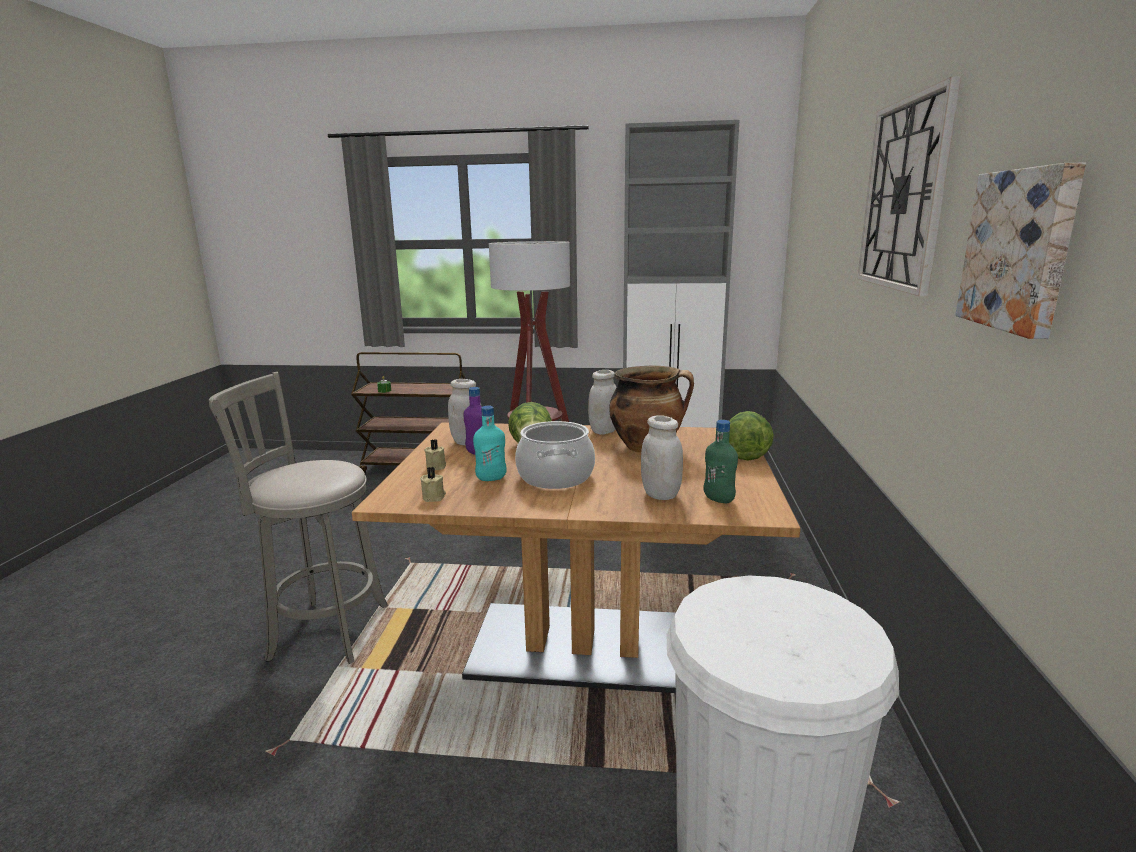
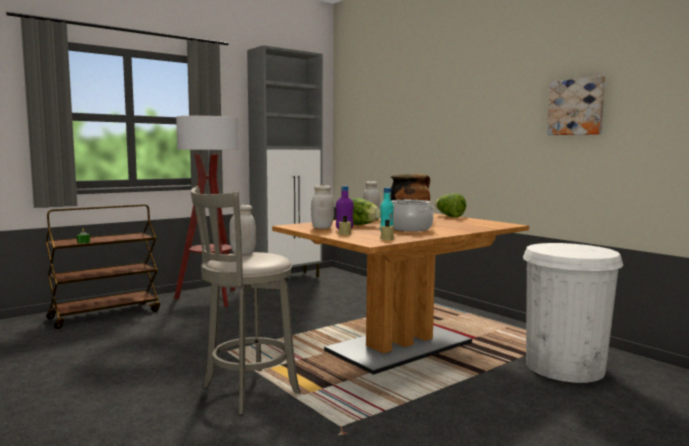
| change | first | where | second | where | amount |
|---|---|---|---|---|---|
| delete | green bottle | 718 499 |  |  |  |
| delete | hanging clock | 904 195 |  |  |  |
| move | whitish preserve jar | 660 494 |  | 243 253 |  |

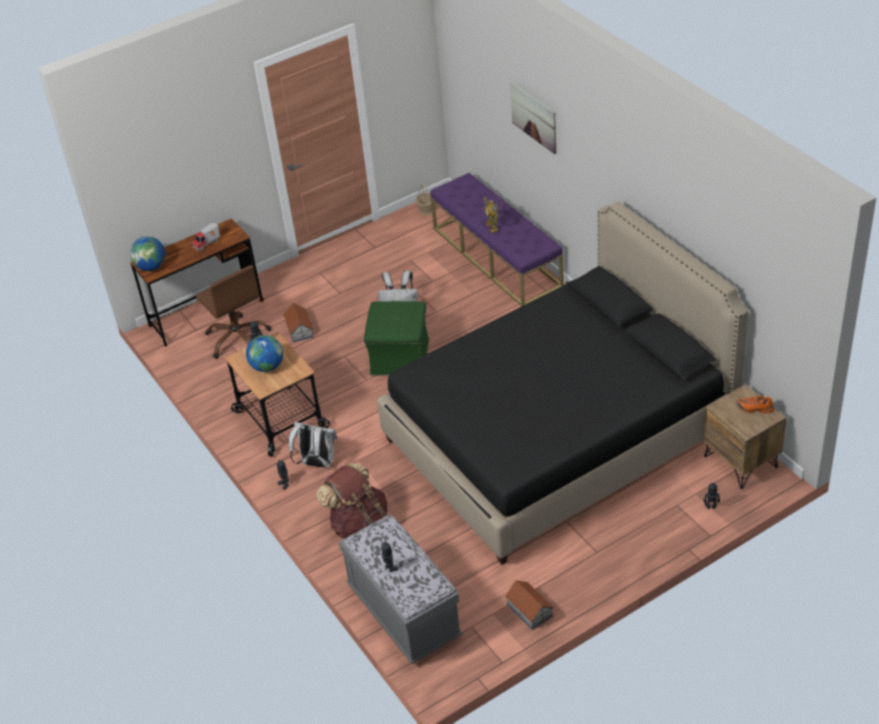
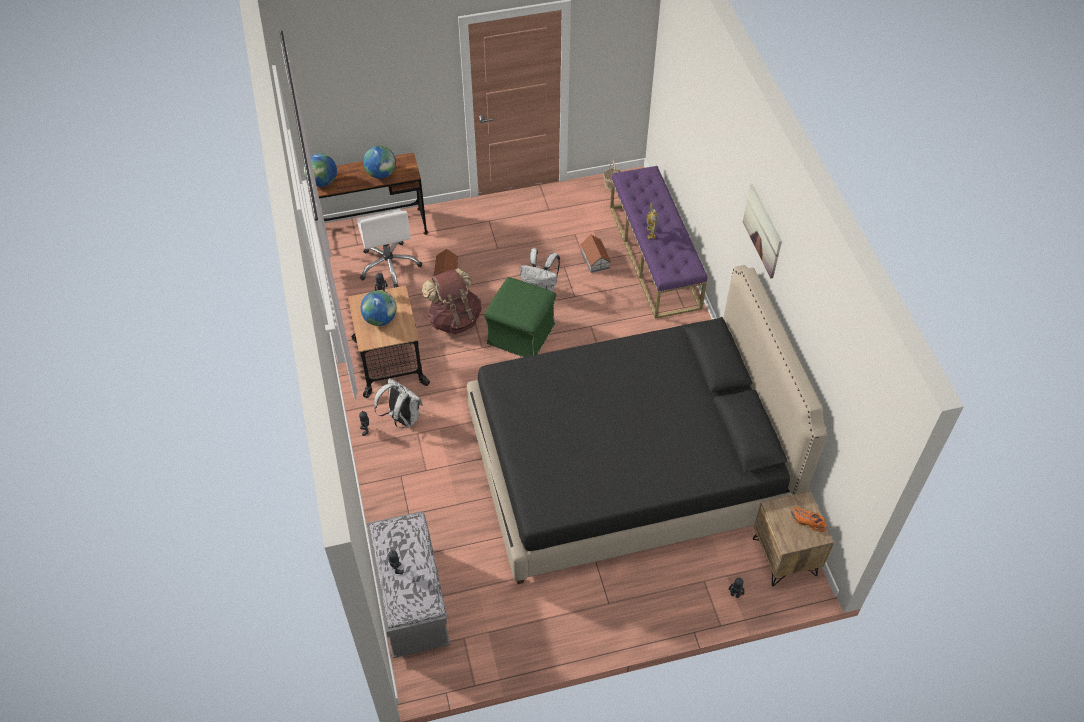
| change | first | where | second | where | amount |
|---|---|---|---|---|---|
| move | brown-coloured backpack | 358 523 |  | 454 319 |  |
| move | model house | 529 609 |  | 595 259 |  |
| move | wall picture | 534 117 |  | 762 231 |  |
| replace | toy truck | 208 244 | globe | 381 174 |  |
| recolor | brown-coloured office chair | 238 338 | whitish office chair | 389 265 |  |

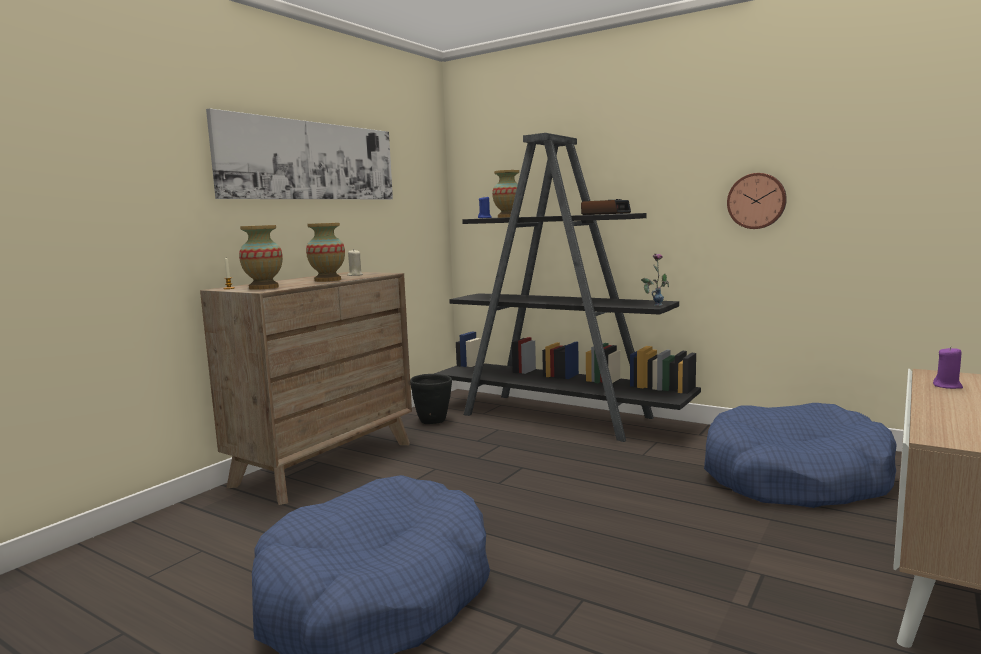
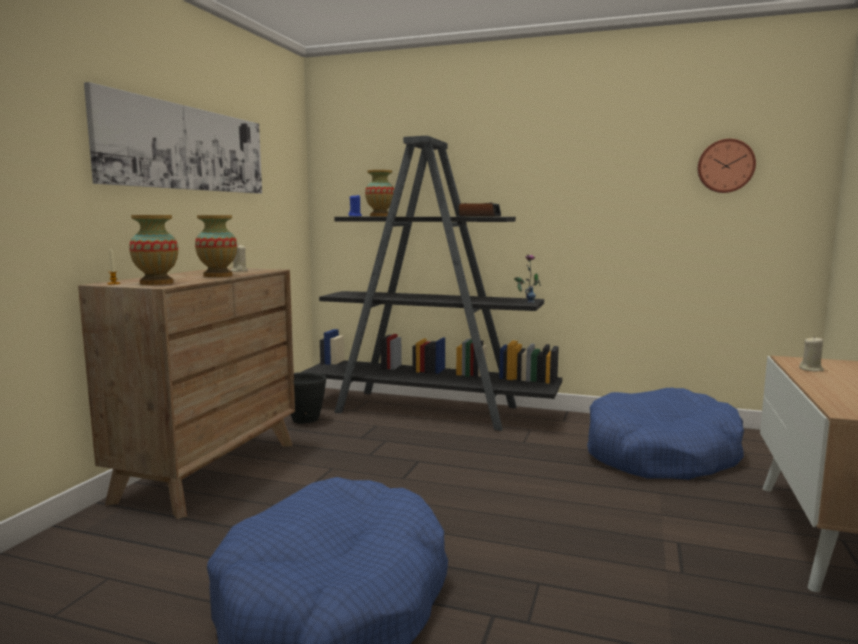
| change | first | where | second | where | amount |
|---|---|---|---|---|---|
| move | hanging clock | 756 201 |  | 725 166 |  |
| recolor | purple-coloured wax light | 947 386 | sand-coloured wax light | 811 369 |  |

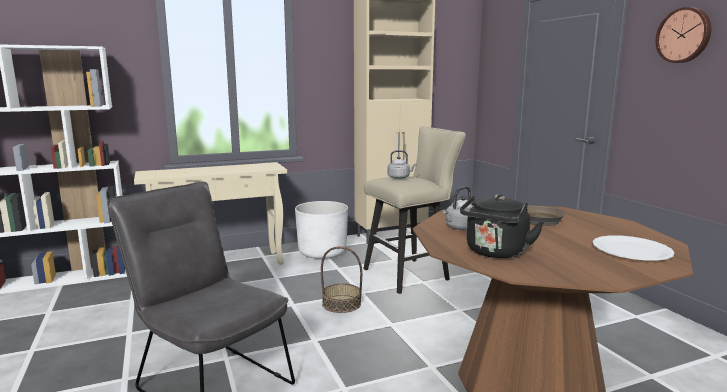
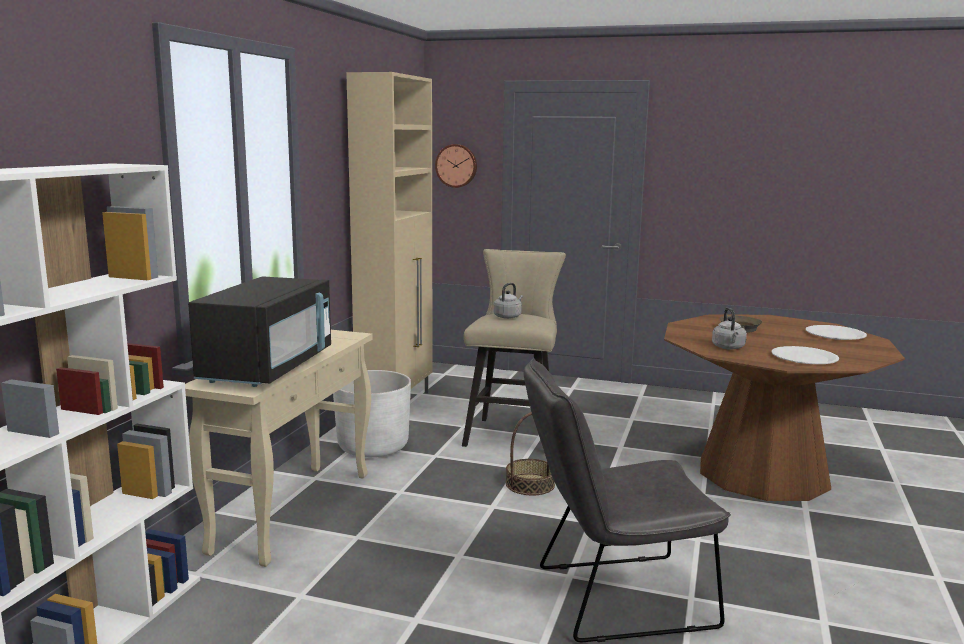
| change | first | where | second | where | amount |
|---|---|---|---|---|---|
| insert |  |  | black kitchen microwave | 268 368 |  |
| move | hanging clock | 684 35 |  | 456 165 |  |
| replace | black kettle | 495 253 | whitish plate | 804 358 |  |

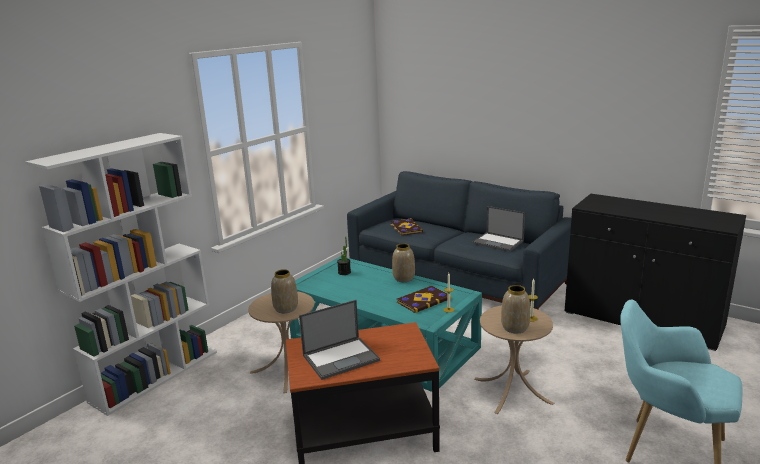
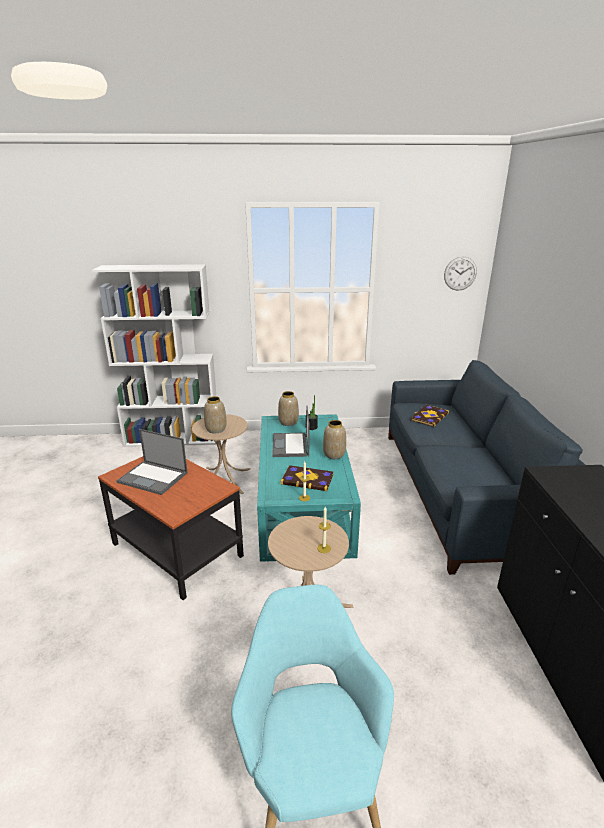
| change | first | where | second | where | amount |
|---|---|---|---|---|---|
| insert |  |  | hanging clock | 460 273 |  |
| move | portable computer | 498 242 |  | 291 445 |  |
| move | vase | 514 328 |  | 288 422 |  |

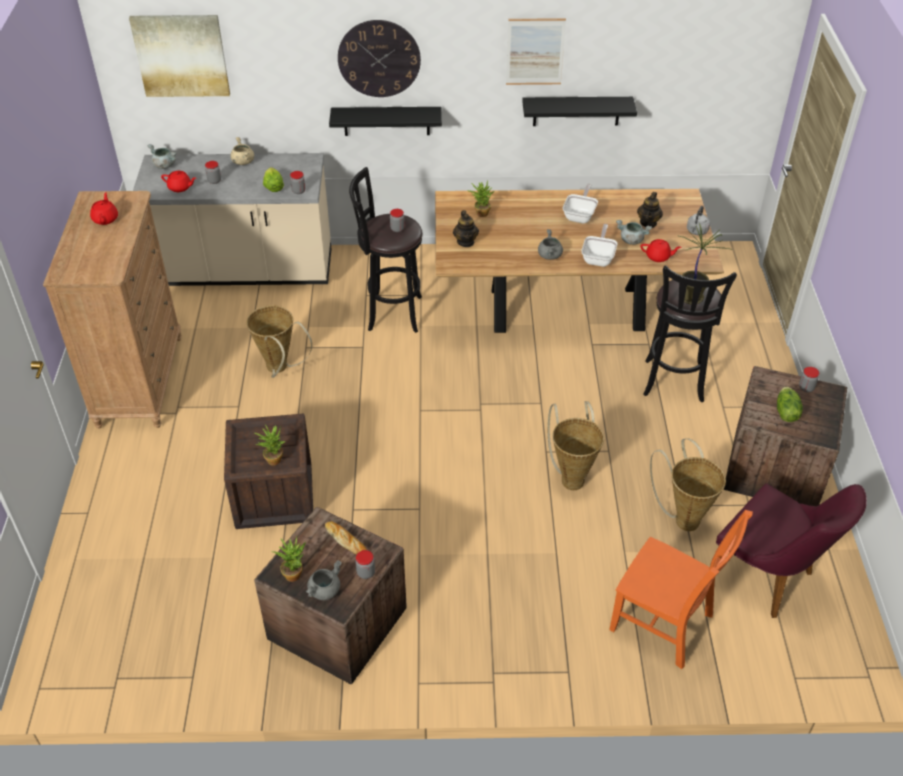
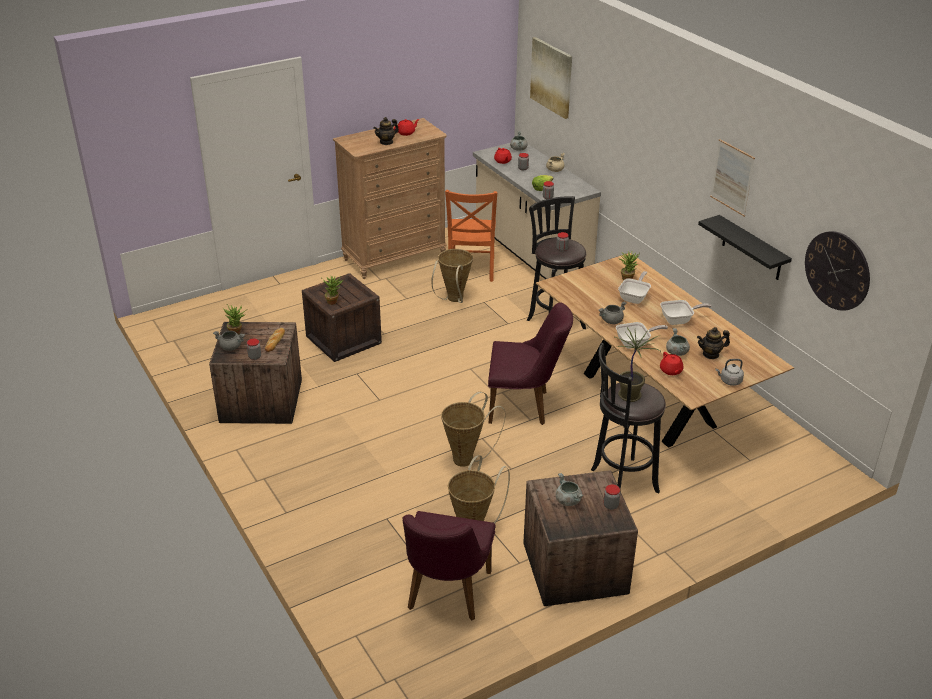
| change | first | where | second | where | amount |
|---|---|---|---|---|---|
| delete | black wall shelf | 386 121 |  |  |  |
| insert |  |  | purple-coloured chair | 525 406 |  |
| insert |  |  | pan | 634 297 |  |
| move | hanging clock | 379 58 |  | 837 270 |  |
| move | tea pot | 466 242 |  | 386 142 |  |
| move | orange chair | 665 625 |  | 471 270 |  |
| replace | lettuce | 785 412 | greyish saucepot | 568 500 |  |

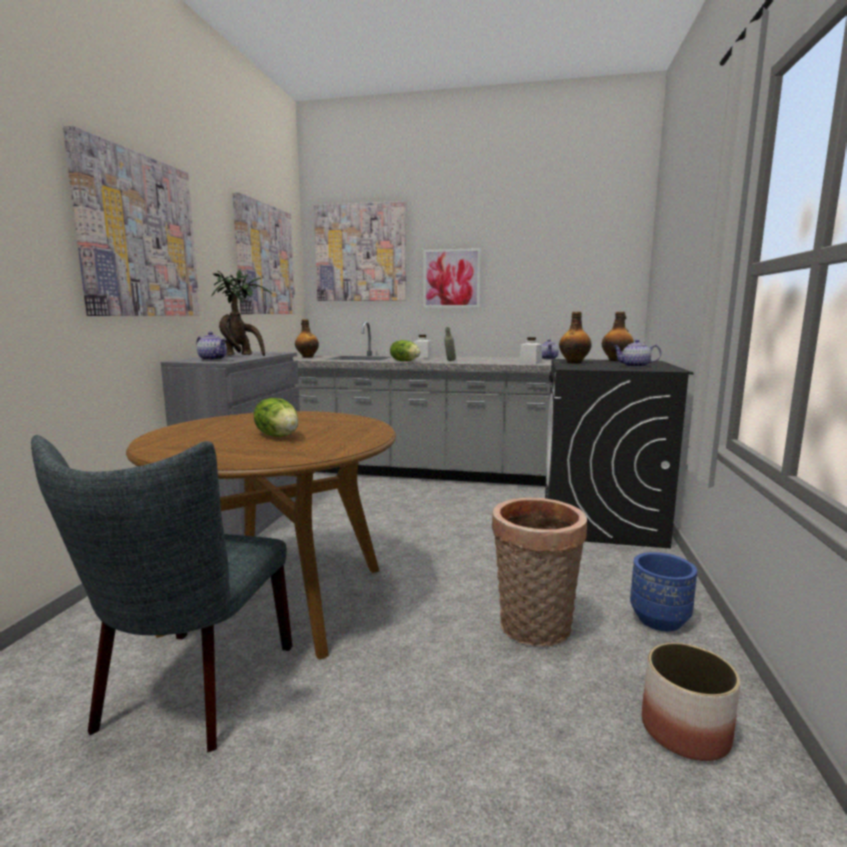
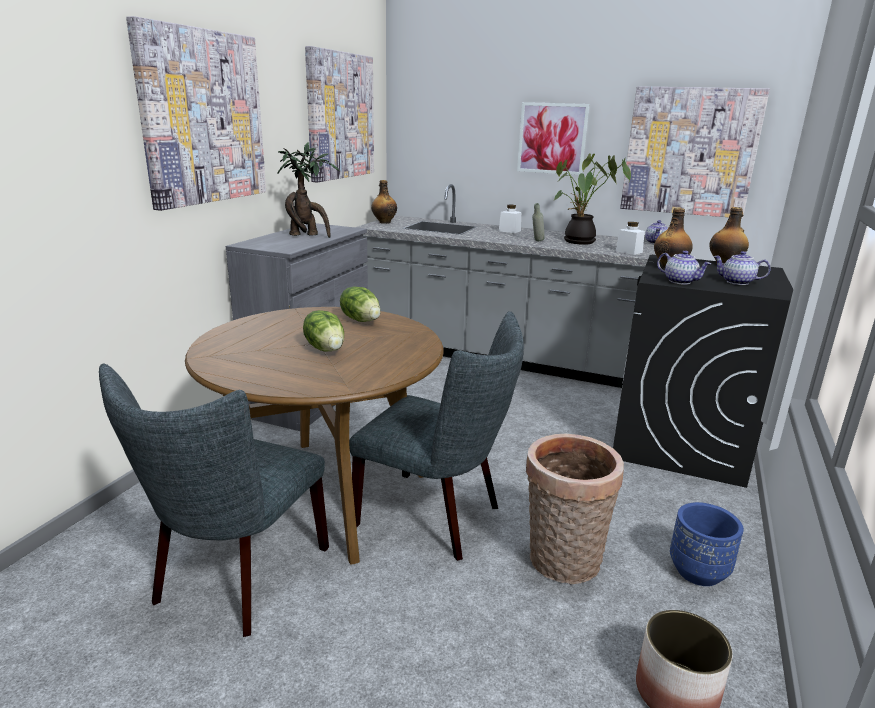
| change | first | where | second | where | amount |
|---|---|---|---|---|---|
| insert |  |  | greyish chair | 437 517 |  |
| insert |  |  | plant in a pot | 580 242 |  |
| move | tea pot | 213 359 |  | 680 281 |  |
| move | wall picture | 361 253 |  | 690 152 |  |
| move | lettuce | 405 361 |  | 361 320 |  |

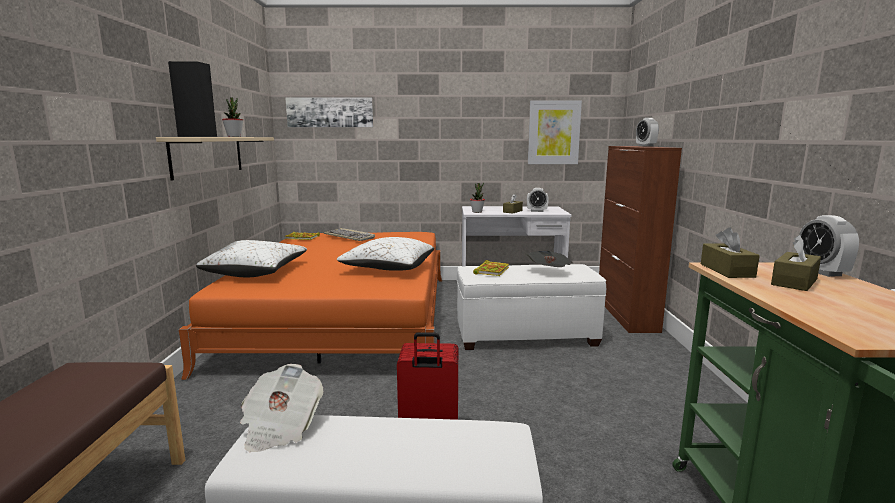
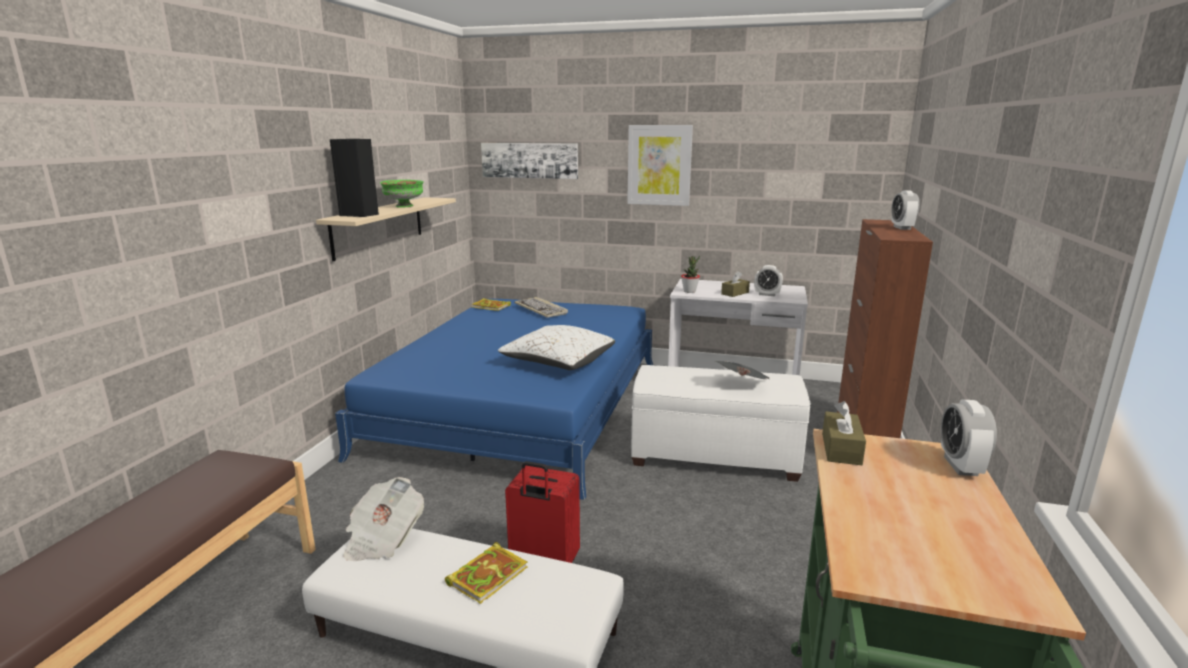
| change | first | where | second | where | amount |
|---|---|---|---|---|---|
| delete | whitish throw pillow | 256 272 |  |  |  |
| delete | brown-coloured box of tissues | 794 282 |  |  |  |
| move | book | 491 270 |  | 488 575 |  |
| move | wall picture | 553 132 |  | 659 165 |  |
| replace | plant in a pot | 234 136 | green bowl | 404 206 |  |
| recolor | orange bed | 345 317 | blue bed | 521 406 |  |

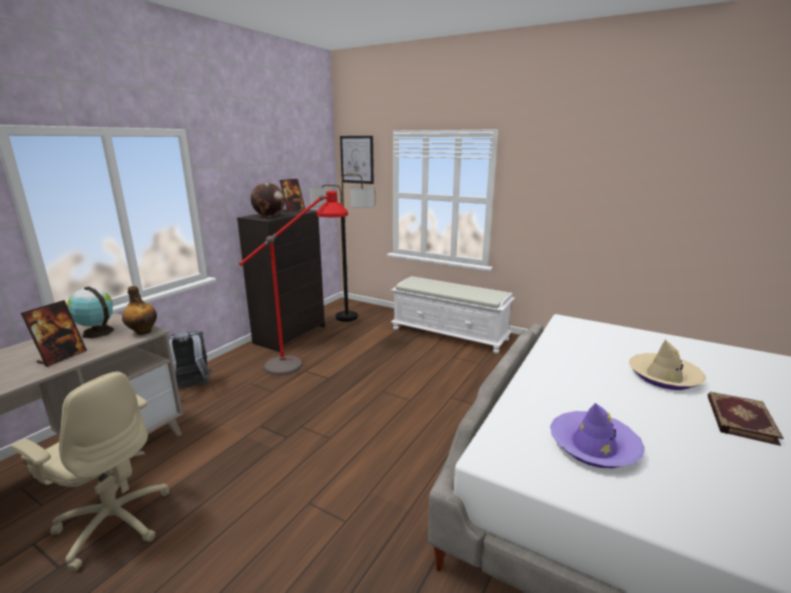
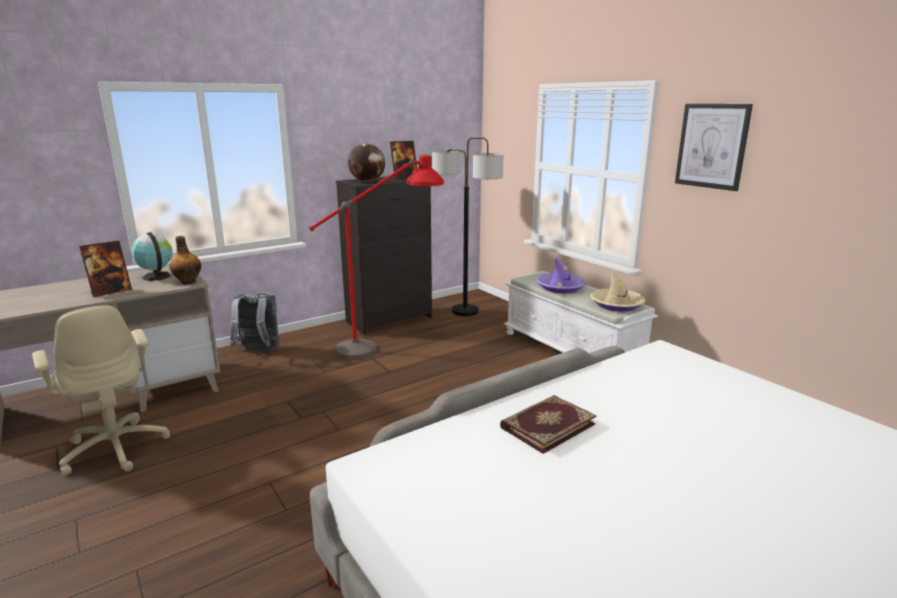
| change | first | where | second | where | amount |
|---|---|---|---|---|---|
| move | wall picture | 357 159 |  | 712 146 |  |
| move | purple-coloured wearable hat | 593 446 |  | 560 287 |  |
| move | sand-coloured wearable hat | 664 377 |  | 616 304 |  |
| move | book | 739 419 |  | 546 425 |  |

